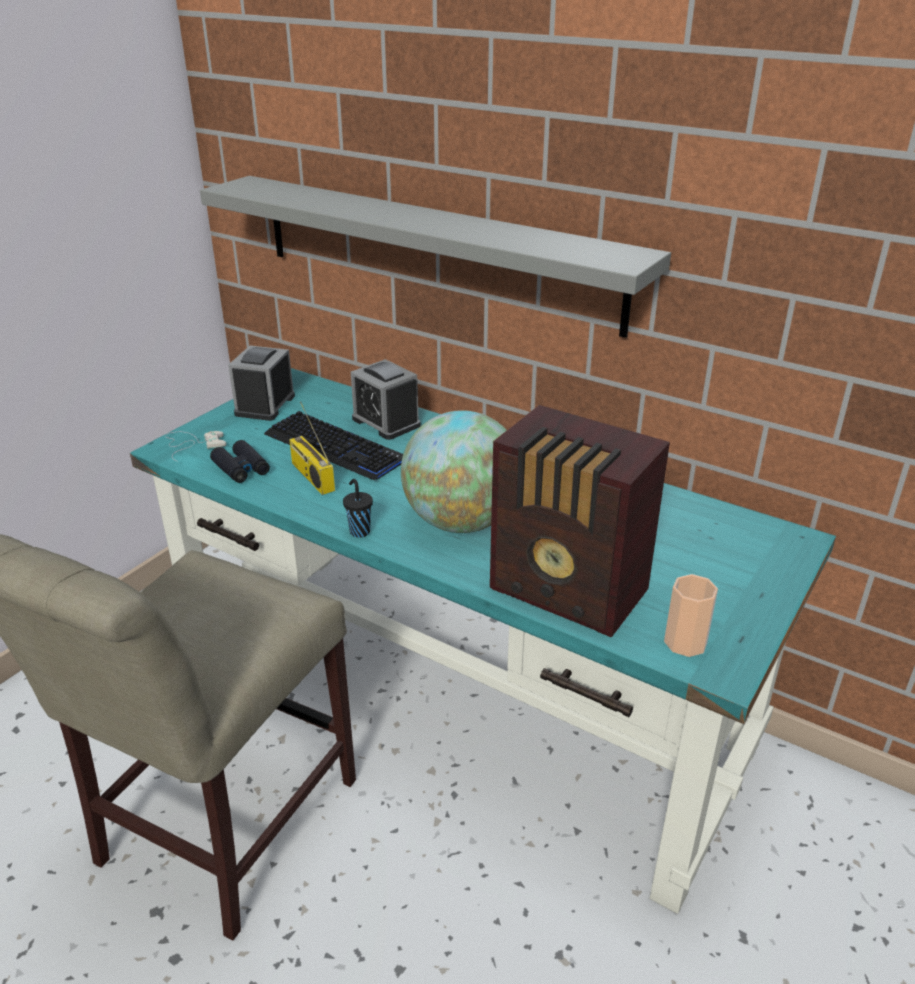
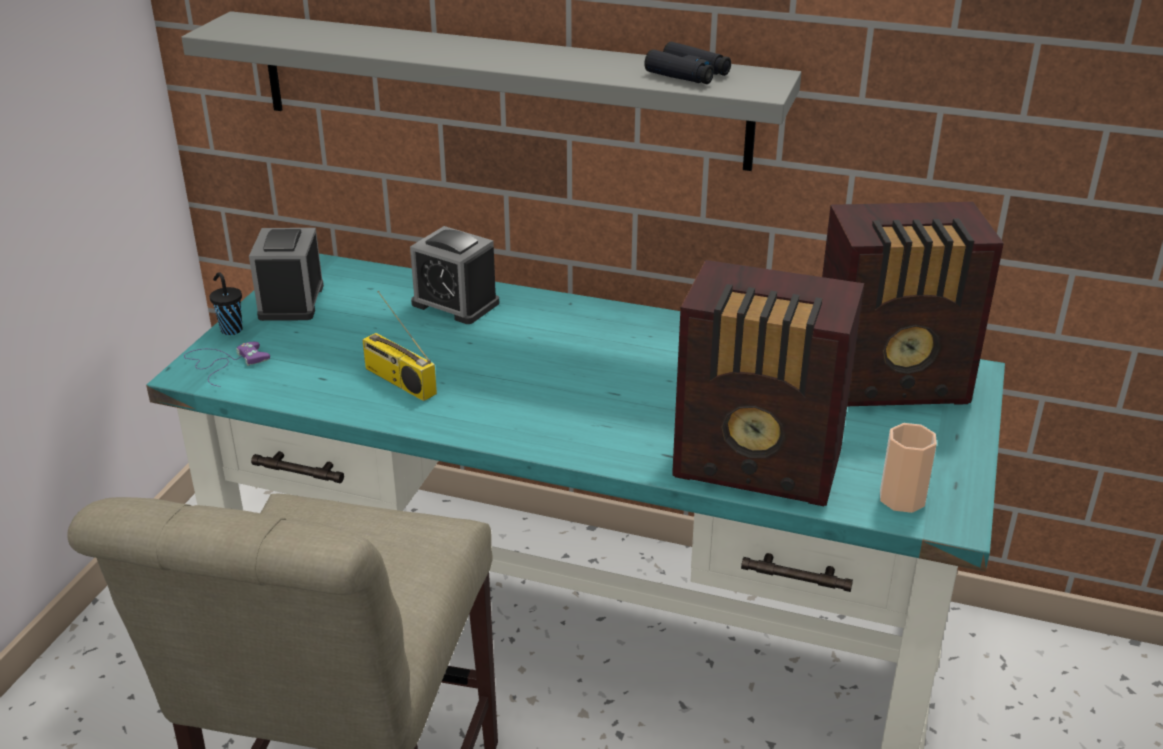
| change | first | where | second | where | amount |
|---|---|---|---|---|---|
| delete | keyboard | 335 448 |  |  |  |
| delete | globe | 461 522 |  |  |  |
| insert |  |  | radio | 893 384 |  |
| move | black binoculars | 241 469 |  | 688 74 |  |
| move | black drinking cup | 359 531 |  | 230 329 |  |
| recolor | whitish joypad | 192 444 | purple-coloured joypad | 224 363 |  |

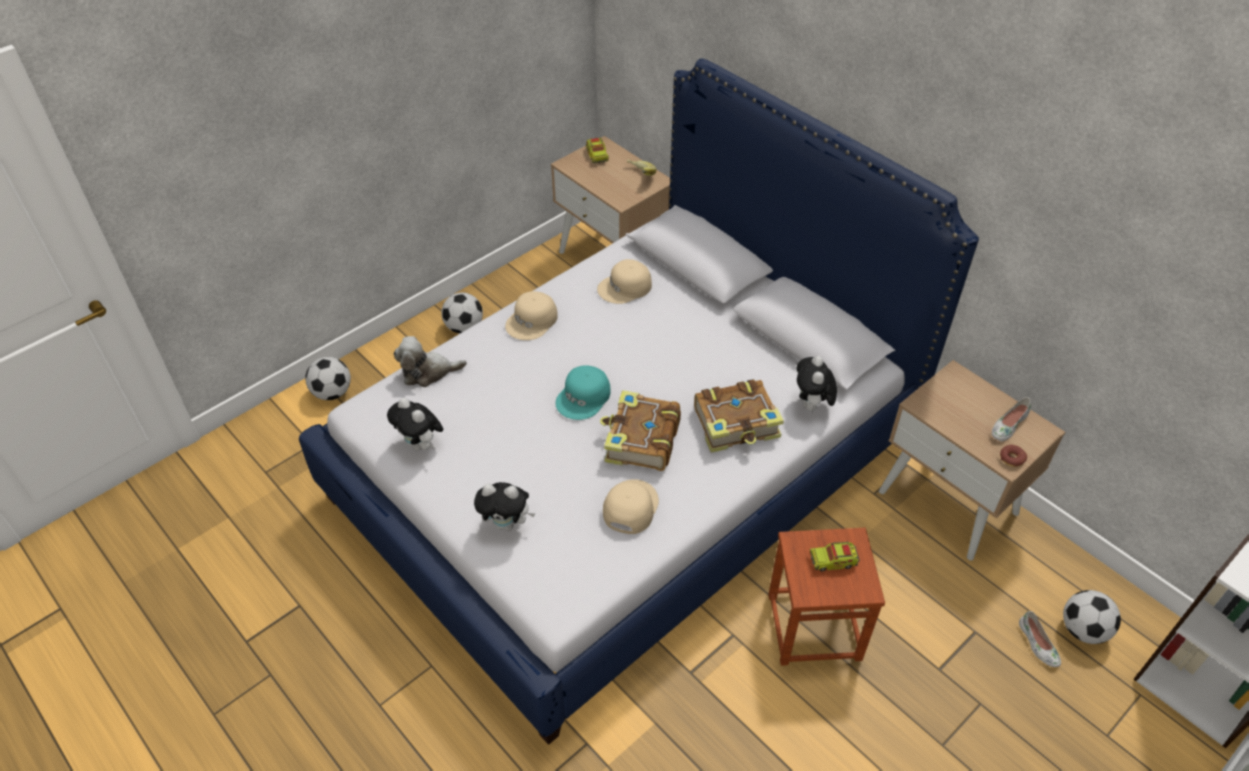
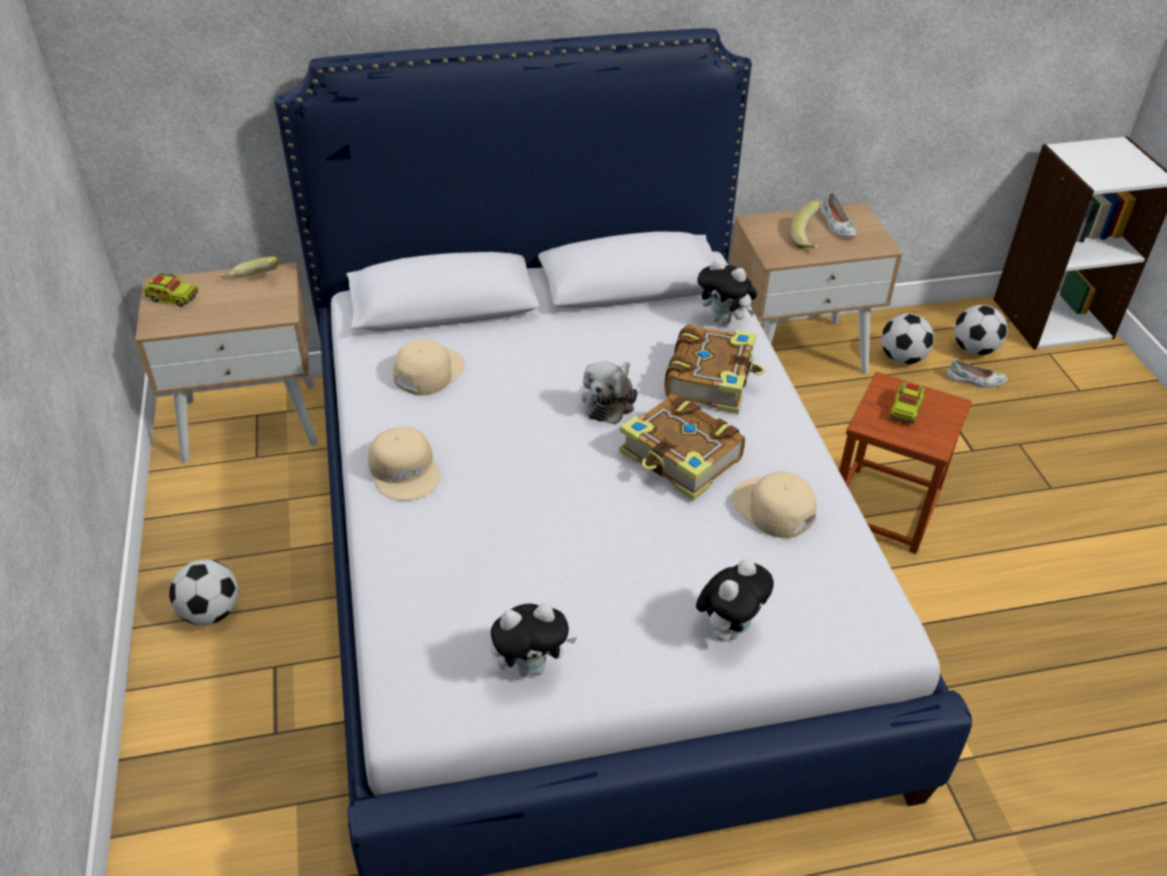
| change | first | where | second | where | amount |
|---|---|---|---|---|---|
| delete | turquoise baseball cap | 584 397 |  |  |  |
| delete | donut | 1011 458 |  |  |  |
| insert |  |  | whole banana | 809 239 |  |
| move | football | 332 392 |  | 902 358 |  |
| move | soft toy | 428 372 |  | 609 401 |  |
| rotate | sand-coloured baseball cap | 625 287 |  | 428 371 | 150 degrees counterclockwise |

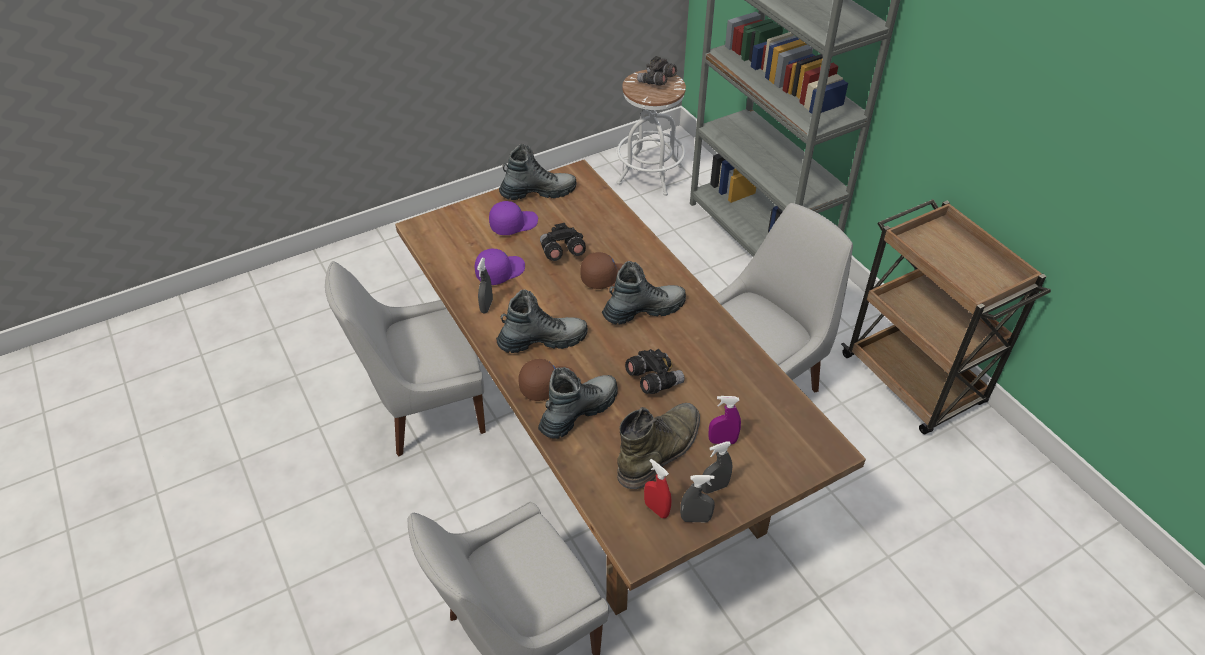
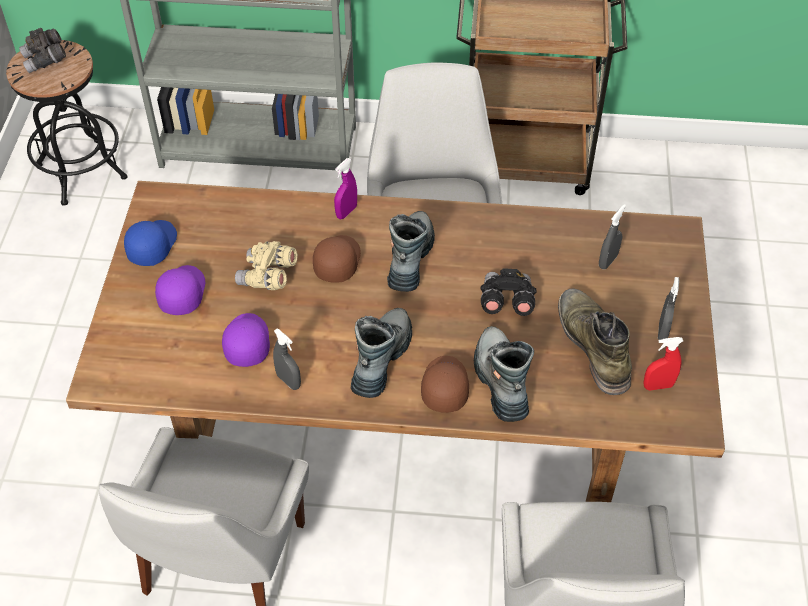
| change | first | where | second | where | amount |
|---|---|---|---|---|---|
| move | greyish spray bottle | 695 519 |  | 608 261 |  |
| move | purple-coloured spray bottle | 722 441 |  | 346 212 |  |
| replace | tall boot | 538 192 | blue baseball cap | 151 245 |  |
| recolor | black binoculars | 561 253 | sand-coloured binoculars | 268 277 |  |
| recolor | whitish stool | 649 175 | black stool | 81 171 |  |

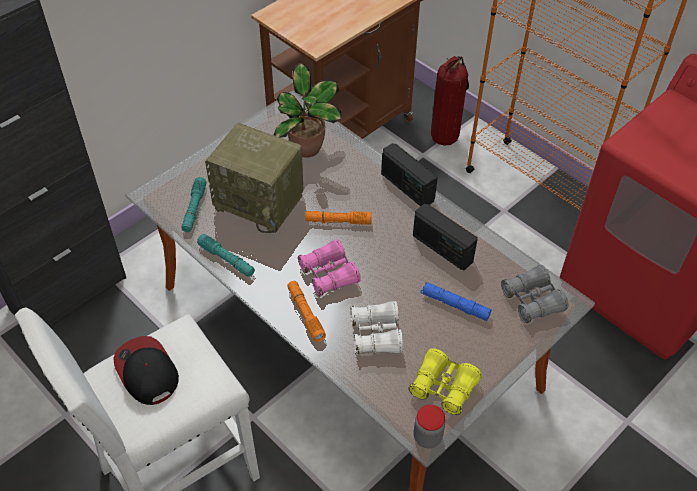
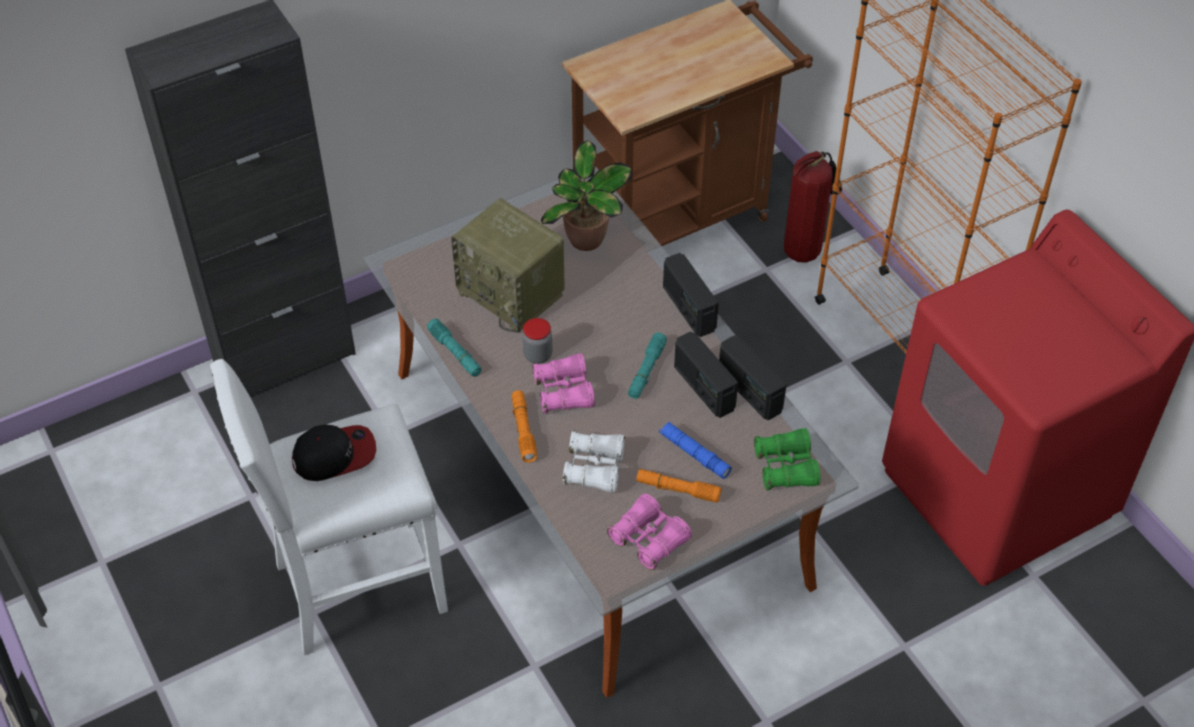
| change | first | where | second | where | amount |
|---|---|---|---|---|---|
| insert |  |  | radio | 749 391 |  |
| move | turquoise hand torch | 194 209 |  | 646 371 |  |
| move | orange hand torch | 338 221 |  | 677 489 |  |
| move | preserve jar | 427 437 |  | 538 355 |  |
| recolor | yellow binoculars | 443 387 | pink-coloured binoculars | 648 539 |  |
| recolor | greyish binoculars | 532 300 | green binoculars | 786 467 |  |
| rotate | baseball cap | 146 372 |  | 335 455 | 90 degrees clockwise |

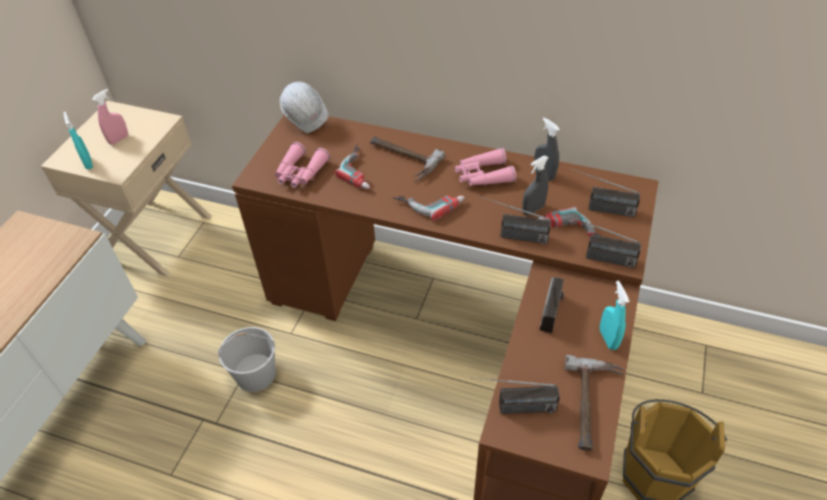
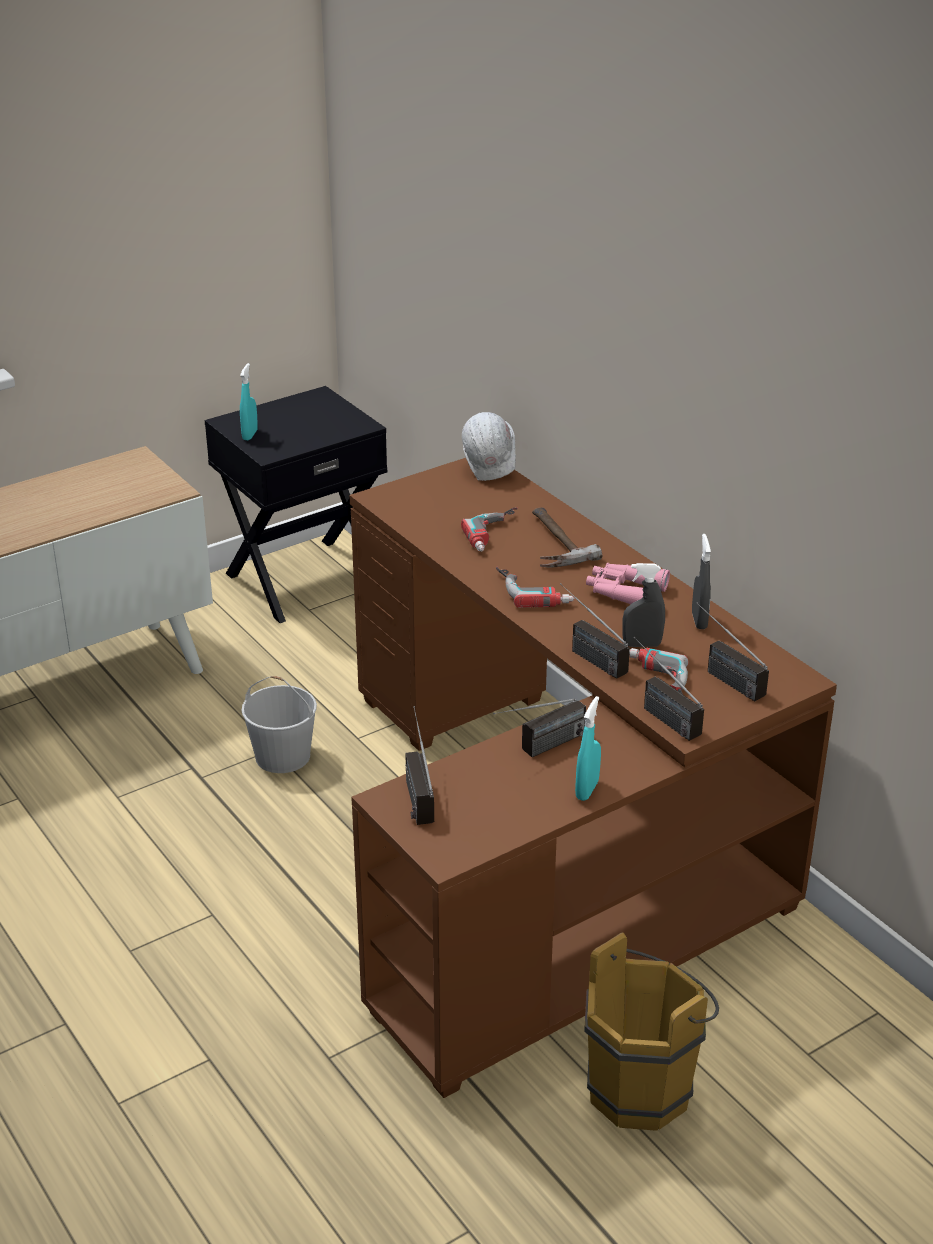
| change | first | where | second | where | amount |
|---|---|---|---|---|---|
| delete | pink-coloured spray bottle | 119 139 |  |  |  |
| delete | pink-coloured binoculars | 300 173 |  |  |  |
| delete | tool hammer | 594 405 |  |  |  |
| recolor | sand-coloured nightstand | 154 236 | black nightstand | 303 578 |  |
| rotate | radio | 512 408 |  | 414 789 | 45 degrees clockwise |

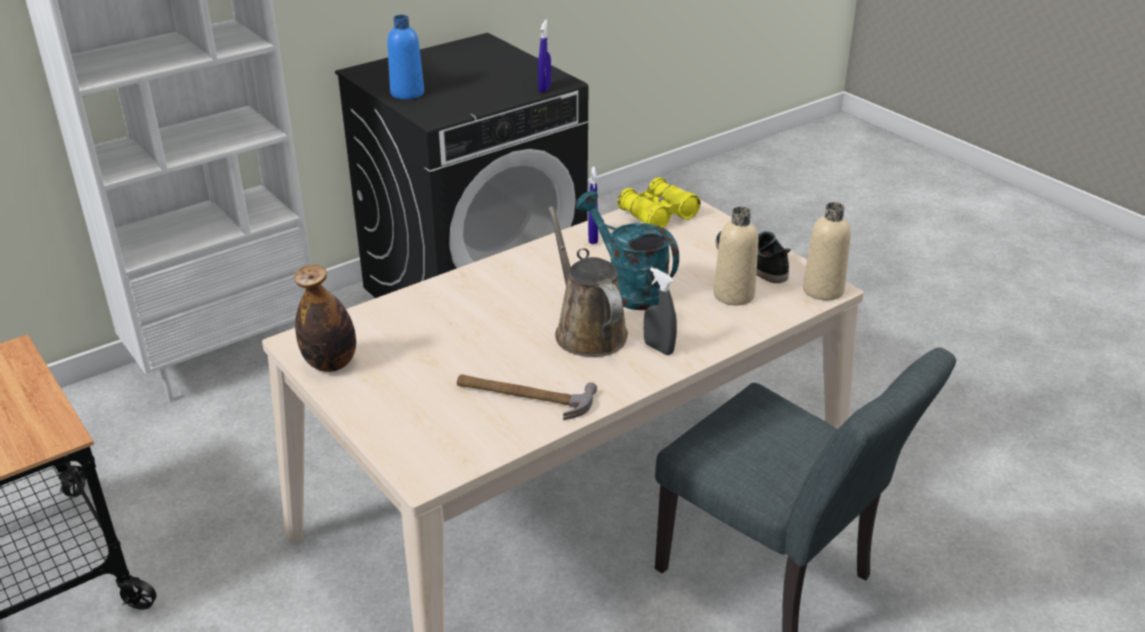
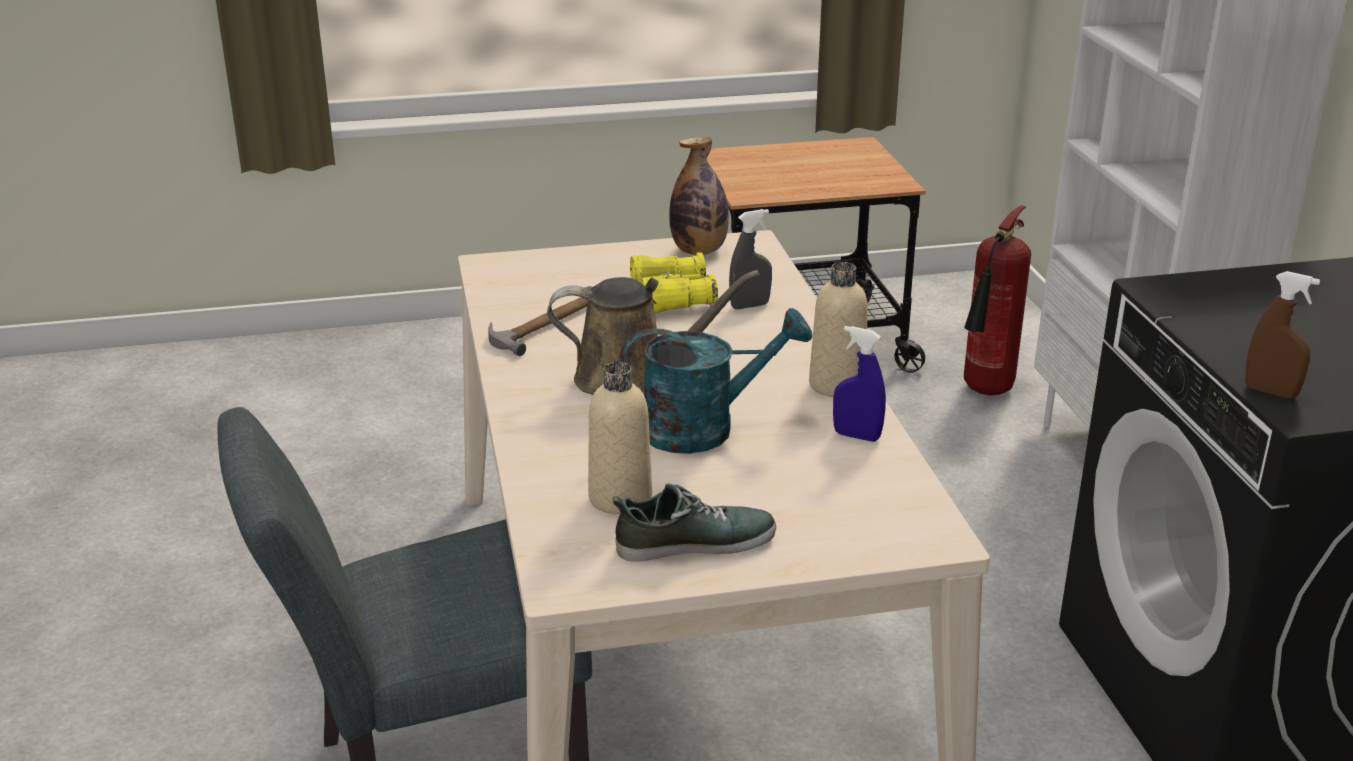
| change | first | where | second | where | amount |
|---|---|---|---|---|---|
| delete | blue bottle | 407 93 |  |  |  |
| insert |  |  | extinguisher | 986 392 |  |
| move | yellow binoculars | 658 215 |  | 672 298 |  |
| move | greyish spray bottle | 658 348 |  | 749 306 |  |
| move | sand-coloured bottle | 823 290 |  | 836 385 |  |
| recolor | blue spray bottle | 544 88 | brown-coloured spray bottle | 1270 392 |  |

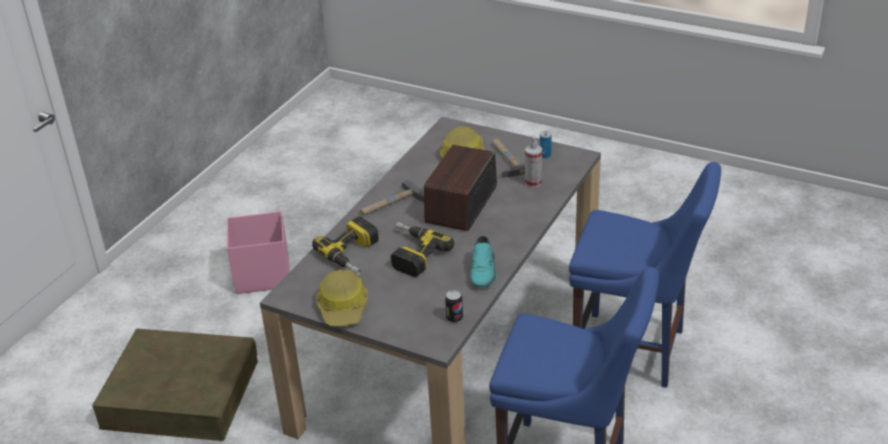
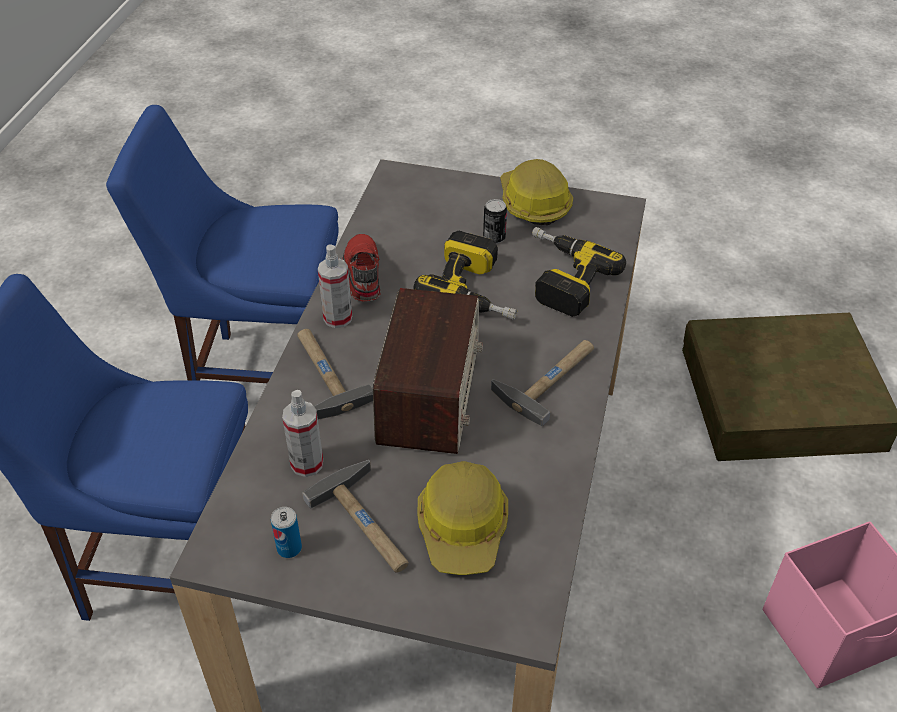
| change | first | where | second | where | amount |
|---|---|---|---|---|---|
| insert |  |  | tool hammer | 322 374 |  |
| insert |  |  | spray bottle | 338 318 |  |
| move | metal can | 454 318 |  | 494 238 |  |
| recolor | turquoise shoe | 484 271 | red-coloured shoe | 361 274 |  |

